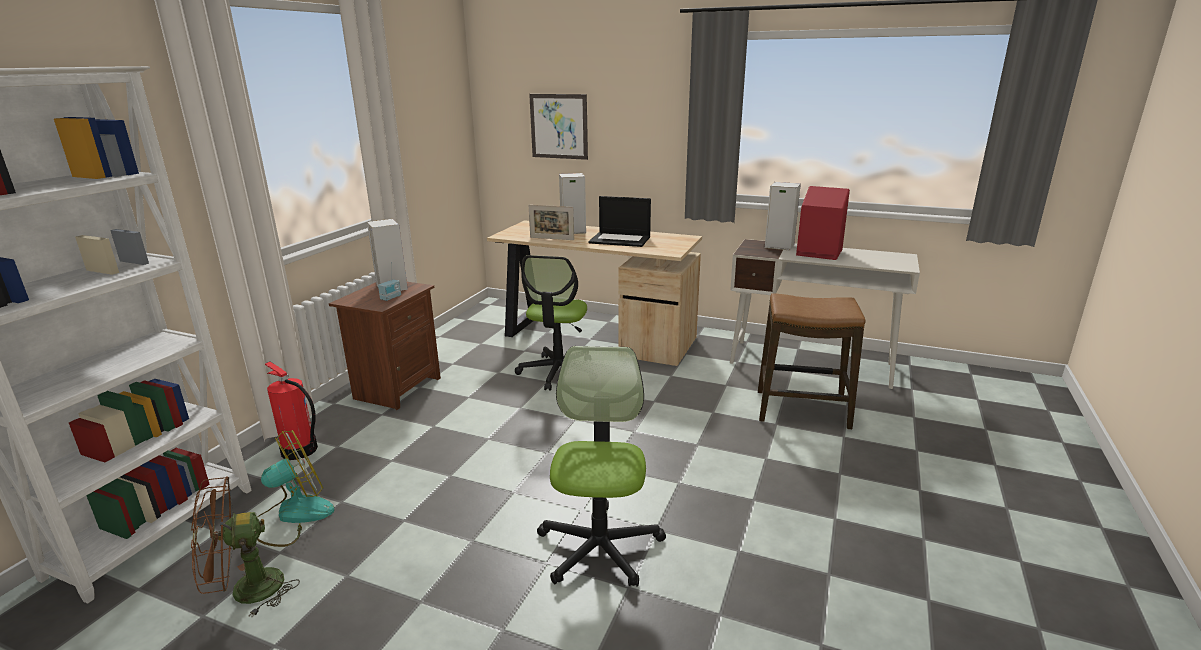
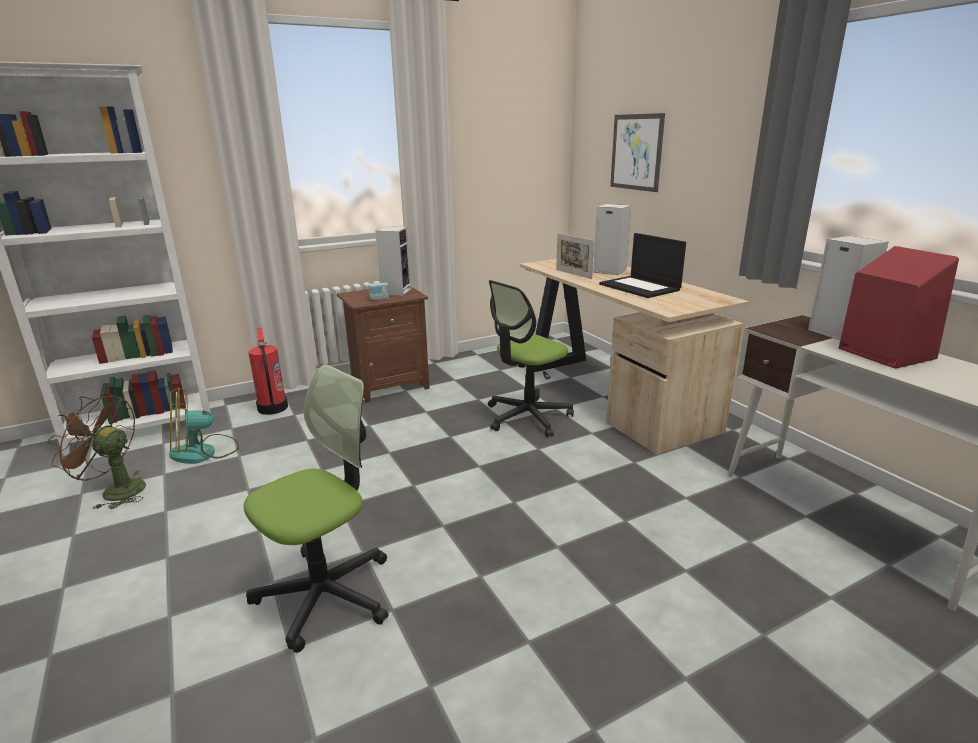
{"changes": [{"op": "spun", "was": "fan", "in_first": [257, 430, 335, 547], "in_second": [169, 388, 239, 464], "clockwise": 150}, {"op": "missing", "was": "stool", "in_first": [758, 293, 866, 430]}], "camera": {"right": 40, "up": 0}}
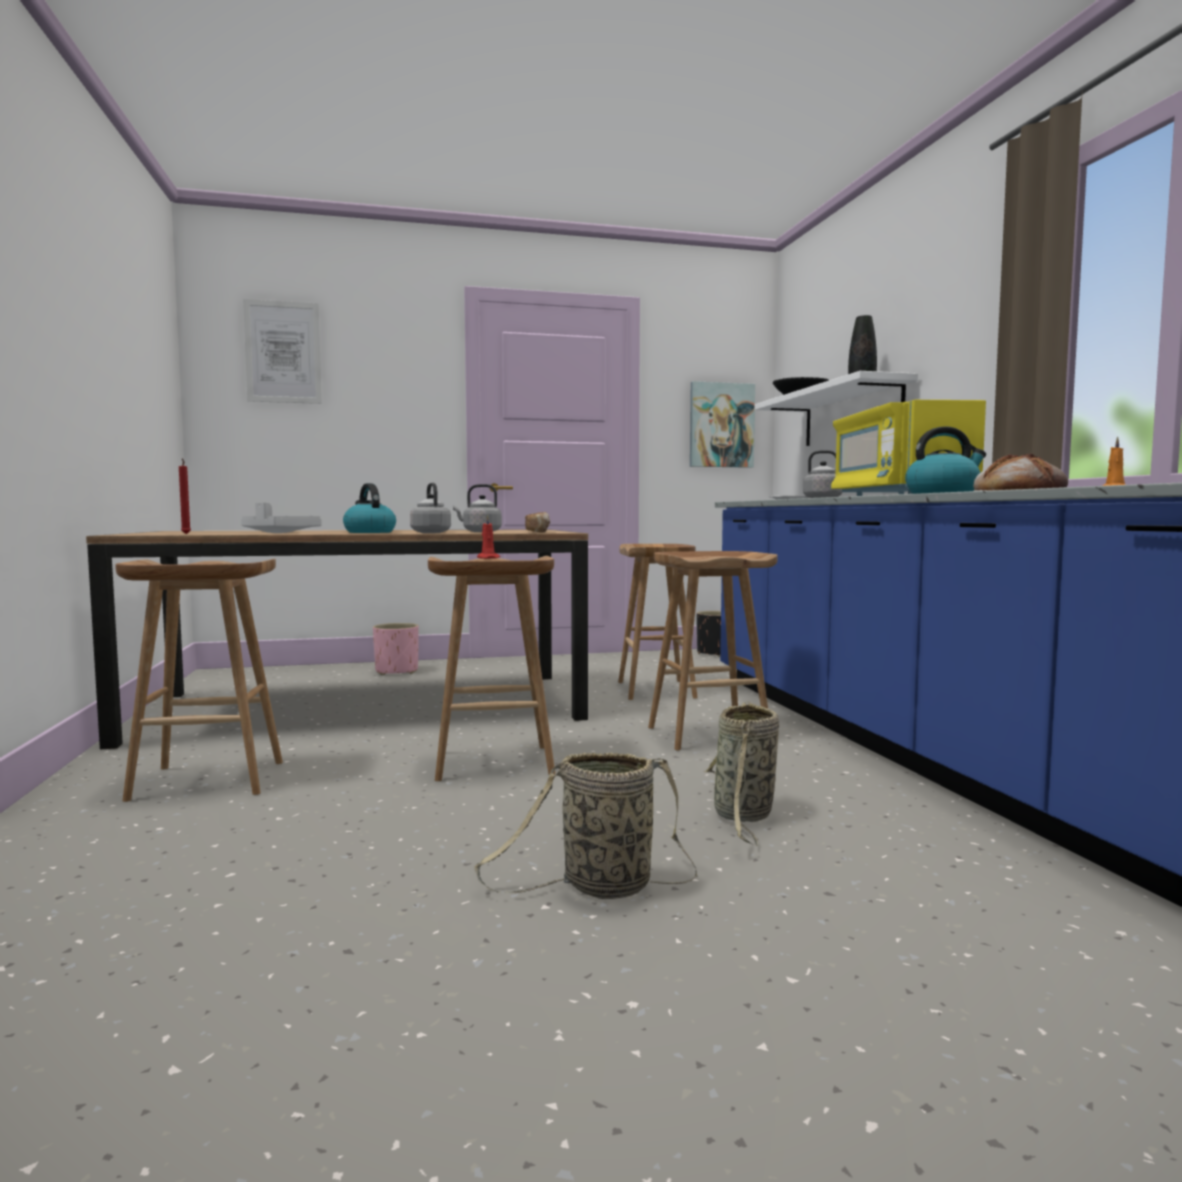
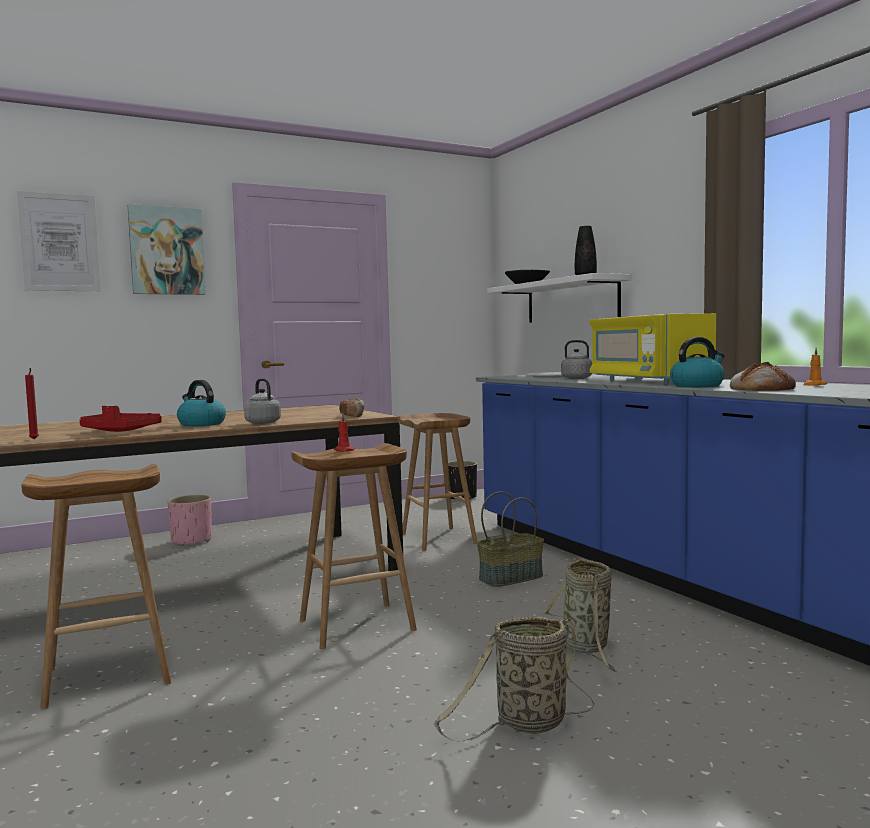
{"changes": [{"op": "colour", "was": "grey_tray", "now": "red_tray", "in_first": [241, 503, 322, 533], "in_second": [80, 406, 162, 432]}, {"op": "missing", "was": "grey_kettle", "in_first": [453, 484, 502, 532]}, {"op": "exchanged", "was": "brown_stool", "now": "basket", "in_first": [648, 551, 778, 750], "in_second": [477, 491, 544, 587]}, {"op": "relocated", "was": "picture", "in_first": [690, 381, 755, 468], "in_second": [128, 204, 206, 295]}], "camera": {"right": -15, "up": 0}}
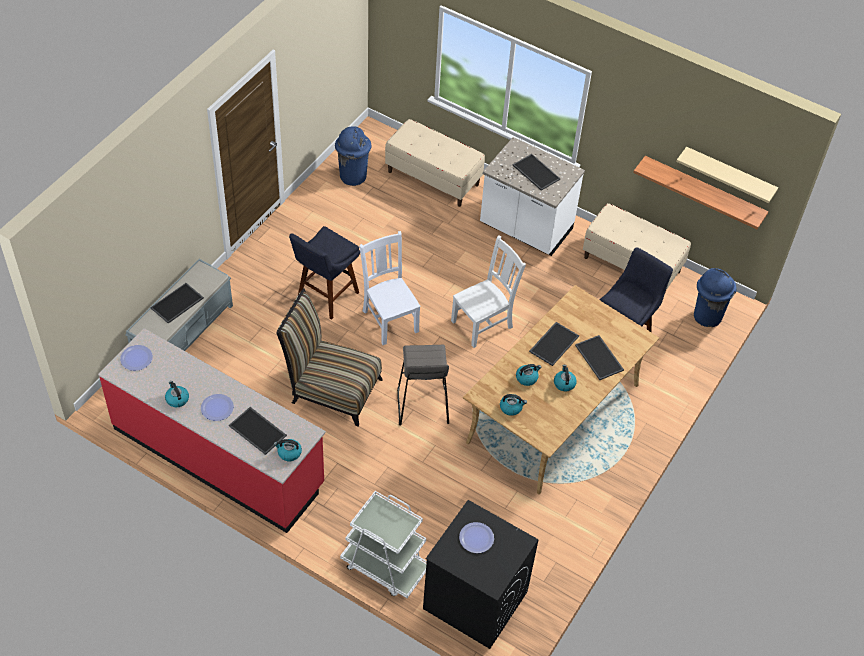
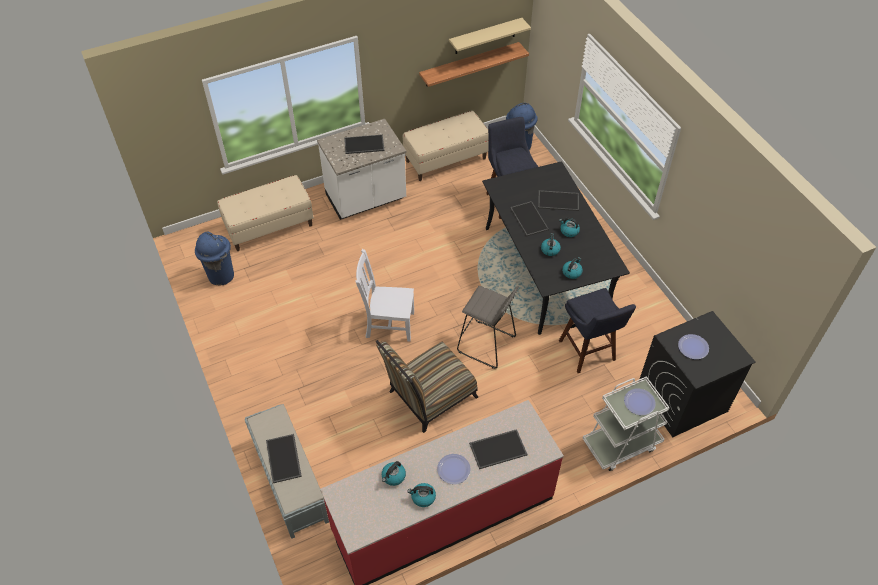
{"changes": [{"op": "relocated", "was": "plate", "in_first": [120, 345, 153, 371], "in_second": [624, 388, 656, 415]}, {"op": "relocated", "was": "kettle", "in_first": [274, 439, 302, 461], "in_second": [382, 461, 406, 486]}, {"op": "relocated", "was": "blue_stool", "in_first": [289, 226, 360, 320], "in_second": [559, 288, 636, 373]}, {"op": "missing", "was": "white_chair", "in_first": [451, 235, 526, 348]}, {"op": "colour", "was": "beige_dining_table", "now": "black_dining_table", "in_first": [463, 285, 659, 495], "in_second": [482, 161, 630, 335]}], "camera": {"right": -55, "up": 0}}
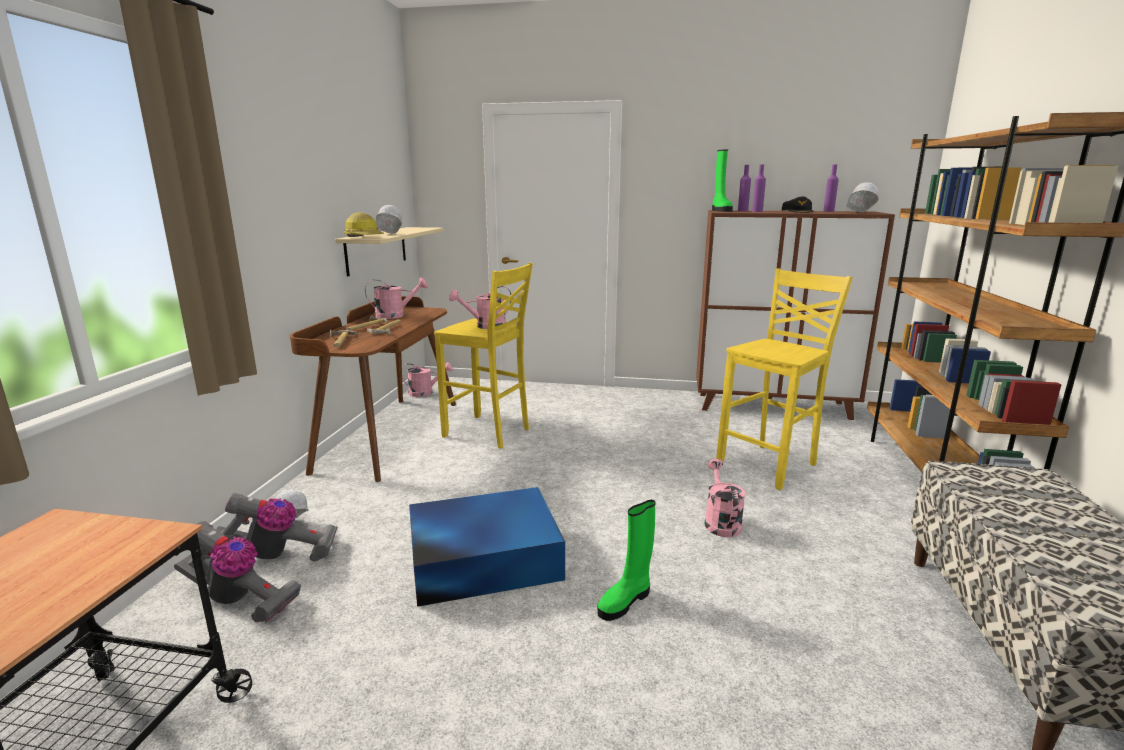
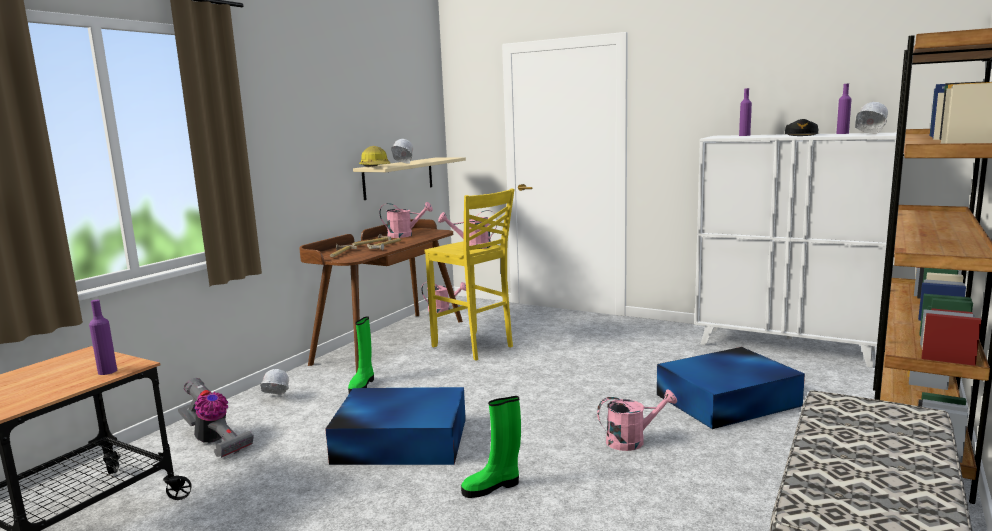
{"changes": [{"op": "missing", "was": "vacuum_cleaner", "in_first": [215, 493, 338, 561]}, {"op": "colour", "was": "brown_cabinet", "now": "white_cabinet", "in_first": [696, 210, 895, 420], "in_second": [695, 133, 897, 368]}, {"op": "spun", "was": "pink_watering_can", "in_first": [704, 459, 746, 537], "in_second": [597, 390, 677, 451], "clockwise": 60}, {"op": "relocated", "was": "green_boot", "in_first": [712, 149, 733, 212], "in_second": [348, 316, 374, 393]}, {"op": "exchanged", "was": "yellow_stool", "now": "blue_storage_box", "in_first": [716, 269, 853, 490], "in_second": [657, 347, 805, 429]}, {"op": "relocated", "was": "purple_bottle", "in_first": [752, 164, 766, 212], "in_second": [89, 300, 117, 375]}], "camera": {"right": 20, "up": -5}}
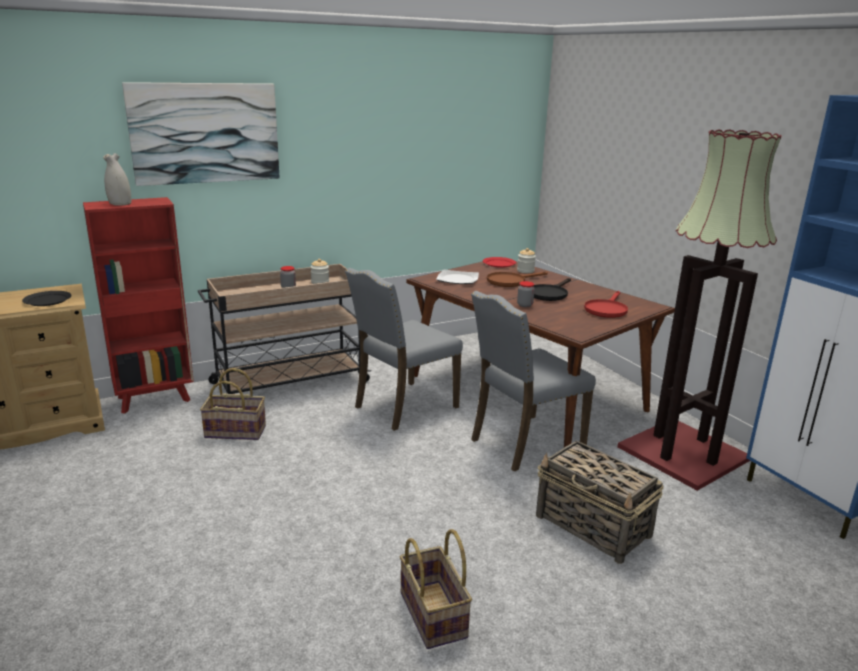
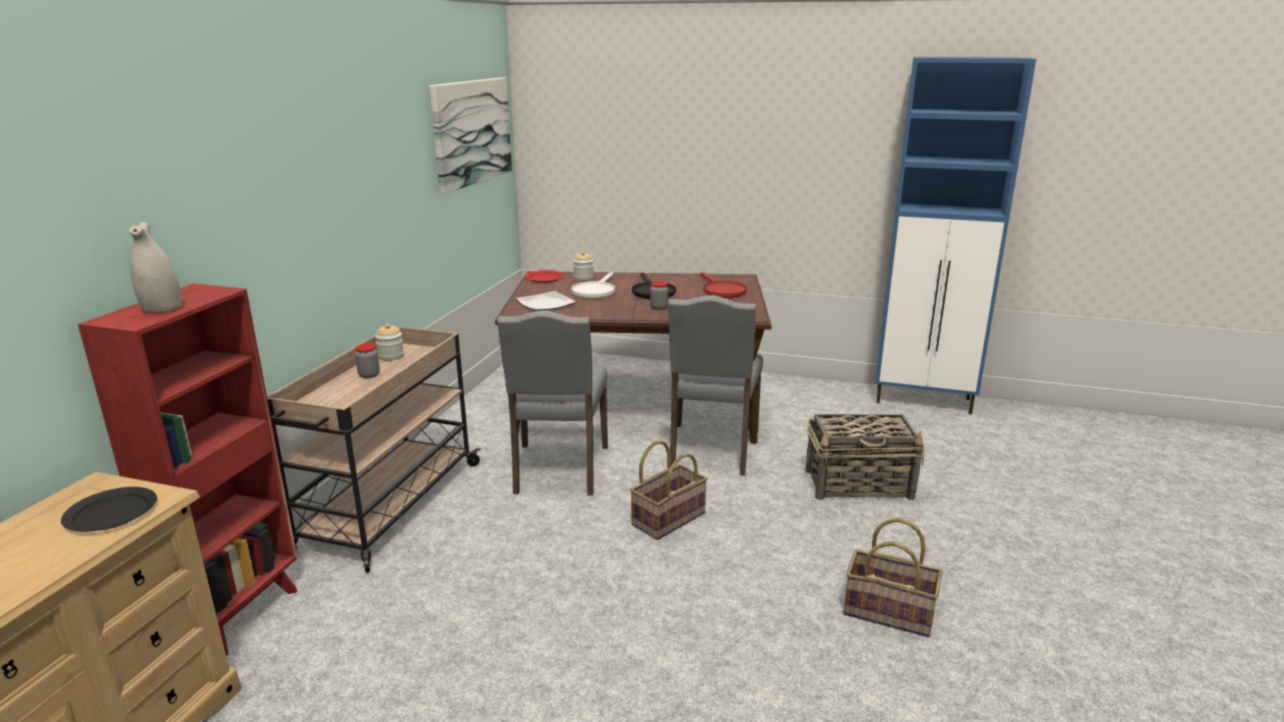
{"changes": [{"op": "relocated", "was": "picture", "in_first": [122, 82, 280, 186], "in_second": [430, 77, 512, 194]}, {"op": "relocated", "was": "basket", "in_first": [200, 368, 266, 440], "in_second": [630, 440, 708, 540]}, {"op": "colour", "was": "brown_frying_pan", "now": "white_frying_pan", "in_first": [487, 272, 548, 287], "in_second": [571, 272, 615, 299]}, {"op": "missing", "was": "floor_lamp", "in_first": [617, 129, 781, 491]}], "camera": {"right": -45, "up": 0}}
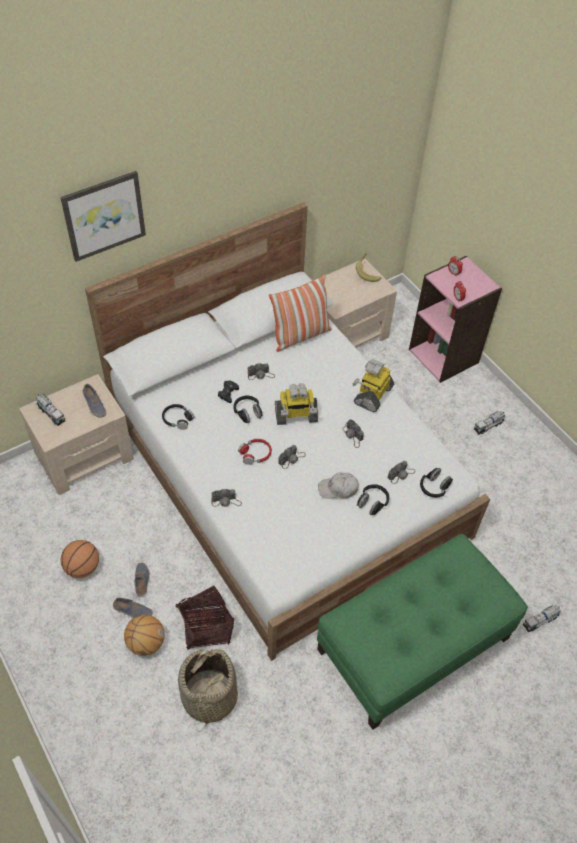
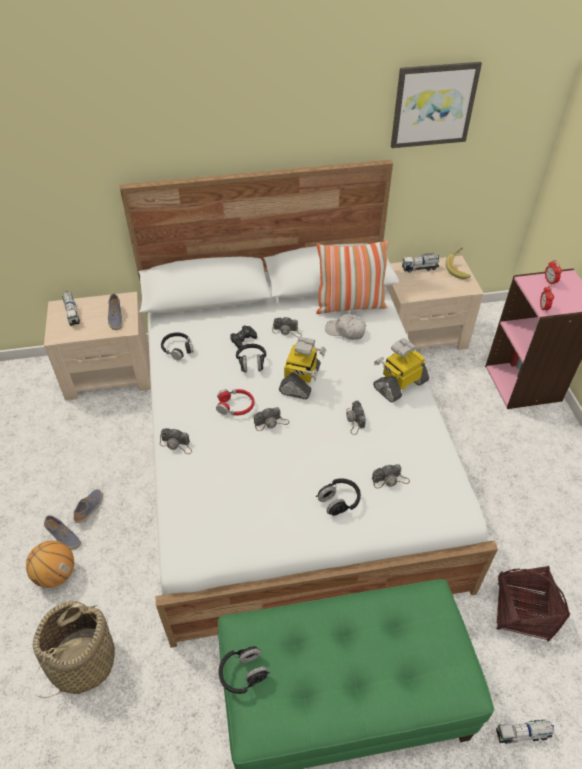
{"changes": [{"op": "relocated", "was": "picture", "in_first": [60, 171, 146, 262], "in_second": [391, 62, 482, 148]}, {"op": "missing", "was": "basketball", "in_first": [61, 540, 99, 578]}, {"op": "relocated", "was": "basket", "in_first": [176, 585, 234, 649], "in_second": [496, 565, 570, 642]}, {"op": "spun", "was": "toy_robot", "in_first": [275, 383, 318, 425], "in_second": [279, 337, 326, 399], "clockwise": -90}, {"op": "relocated", "was": "white_cap", "in_first": [318, 472, 358, 499], "in_second": [325, 313, 366, 340]}, {"op": "relocated", "was": "black_headphones", "in_first": [420, 468, 453, 498], "in_second": [218, 646, 270, 694]}, {"op": "relocated", "was": "toy_truck", "in_first": [474, 411, 505, 434], "in_second": [402, 253, 439, 273]}], "camera": {"right": 25, "up": -5}}
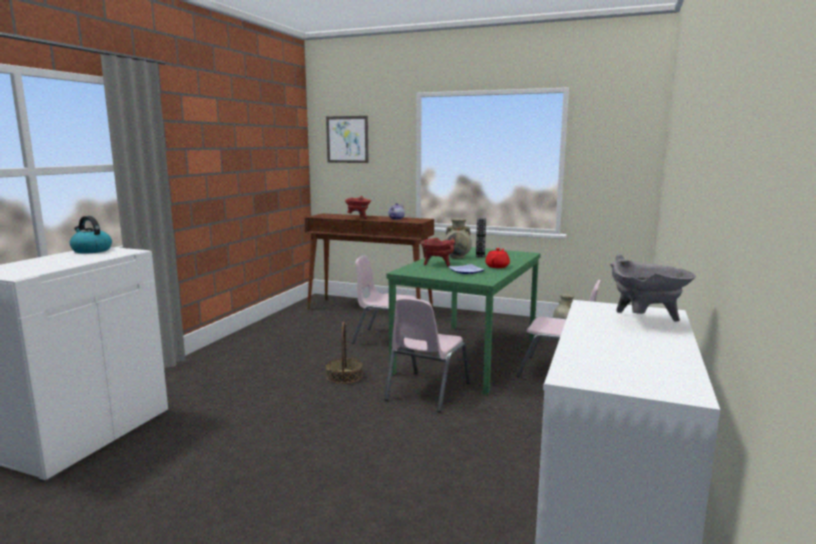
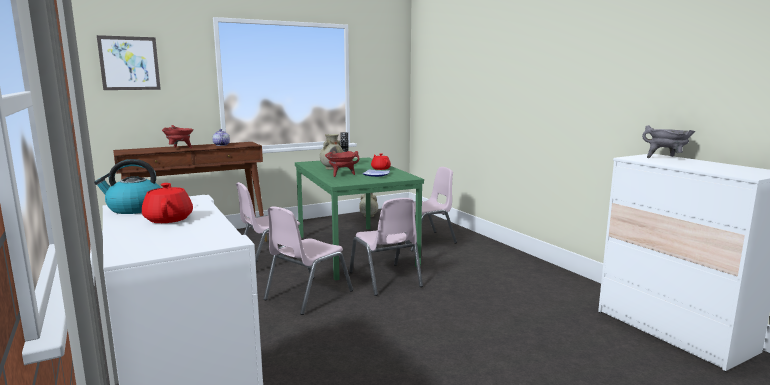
{"changes": [{"op": "exchanged", "was": "basket", "now": "pink_chair", "in_first": [326, 322, 363, 384], "in_second": [264, 206, 353, 315]}, {"op": "appeared", "now": "red_teapot", "in_second": [142, 183, 193, 223]}], "camera": {"right": -50, "up": 0}}
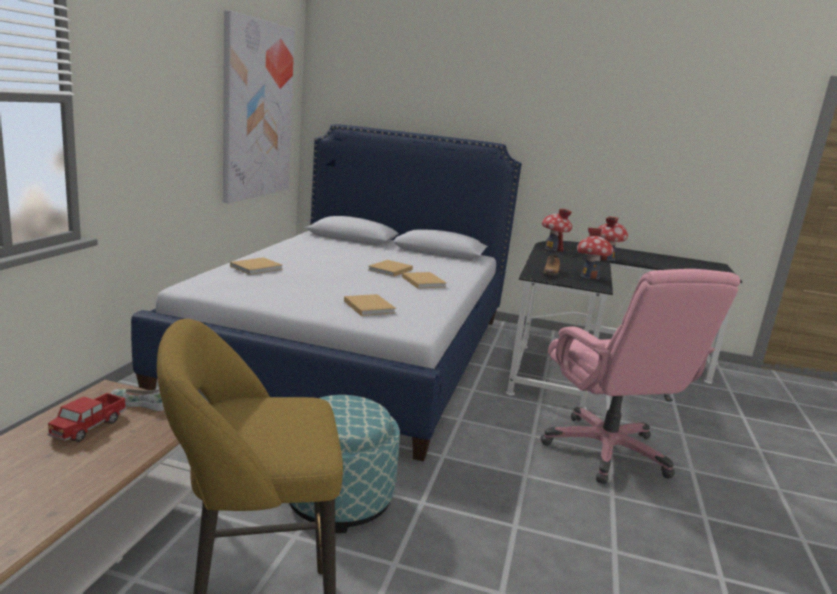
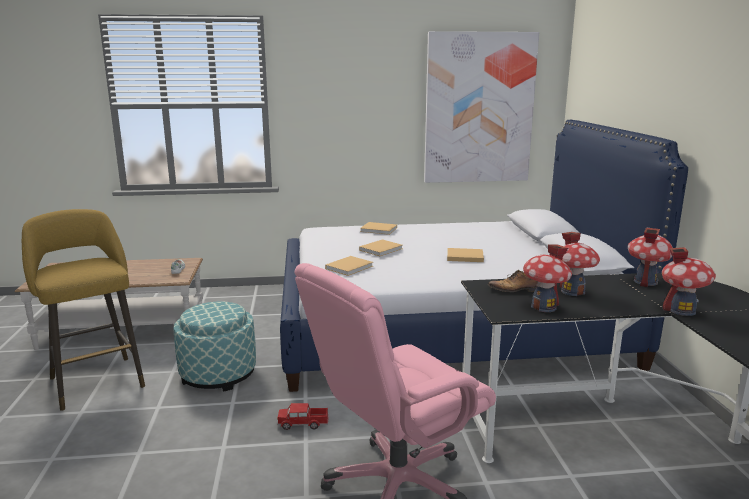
{"changes": [{"op": "relocated", "was": "toy_truck", "in_first": [47, 393, 127, 442], "in_second": [277, 403, 329, 430]}, {"op": "relocated", "was": "beige_book", "in_first": [402, 272, 446, 289], "in_second": [359, 239, 403, 256]}, {"op": "appeared", "now": "toy_house", "in_second": [559, 232, 600, 296]}], "camera": {"right": 70, "up": 0}}
